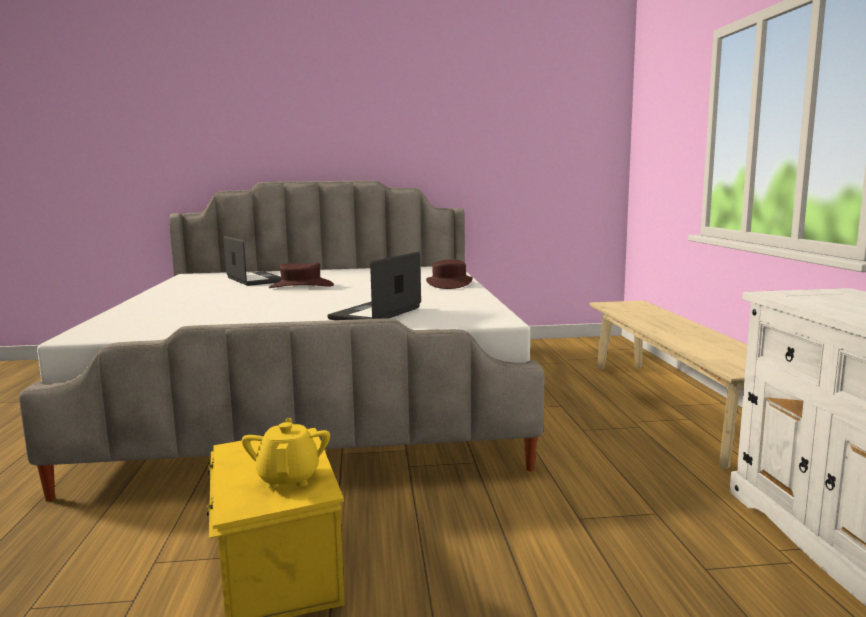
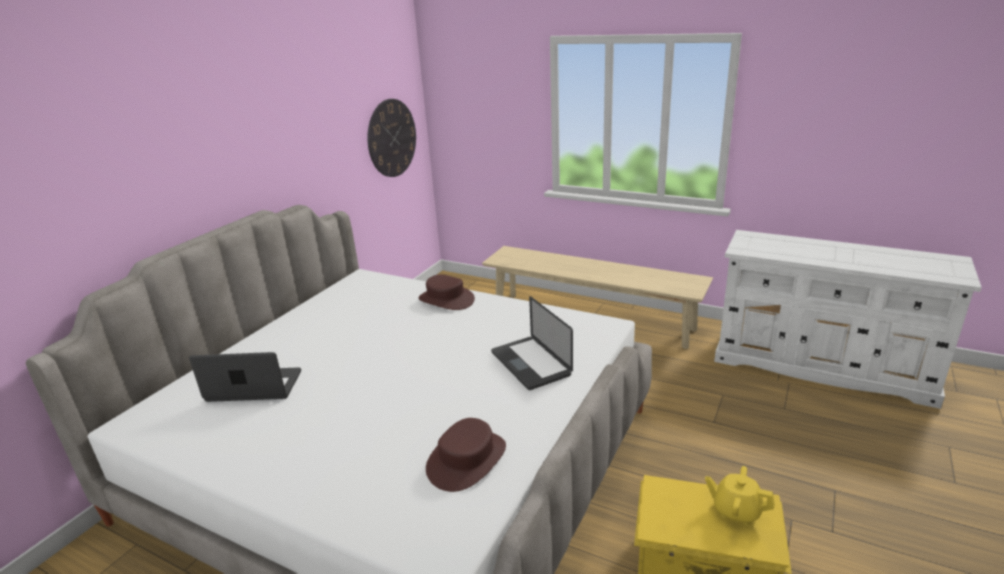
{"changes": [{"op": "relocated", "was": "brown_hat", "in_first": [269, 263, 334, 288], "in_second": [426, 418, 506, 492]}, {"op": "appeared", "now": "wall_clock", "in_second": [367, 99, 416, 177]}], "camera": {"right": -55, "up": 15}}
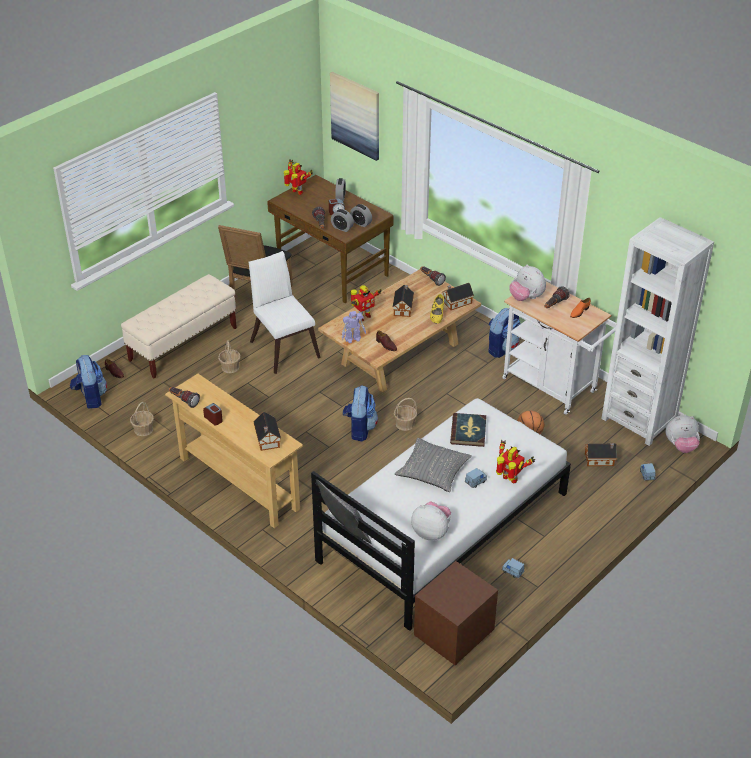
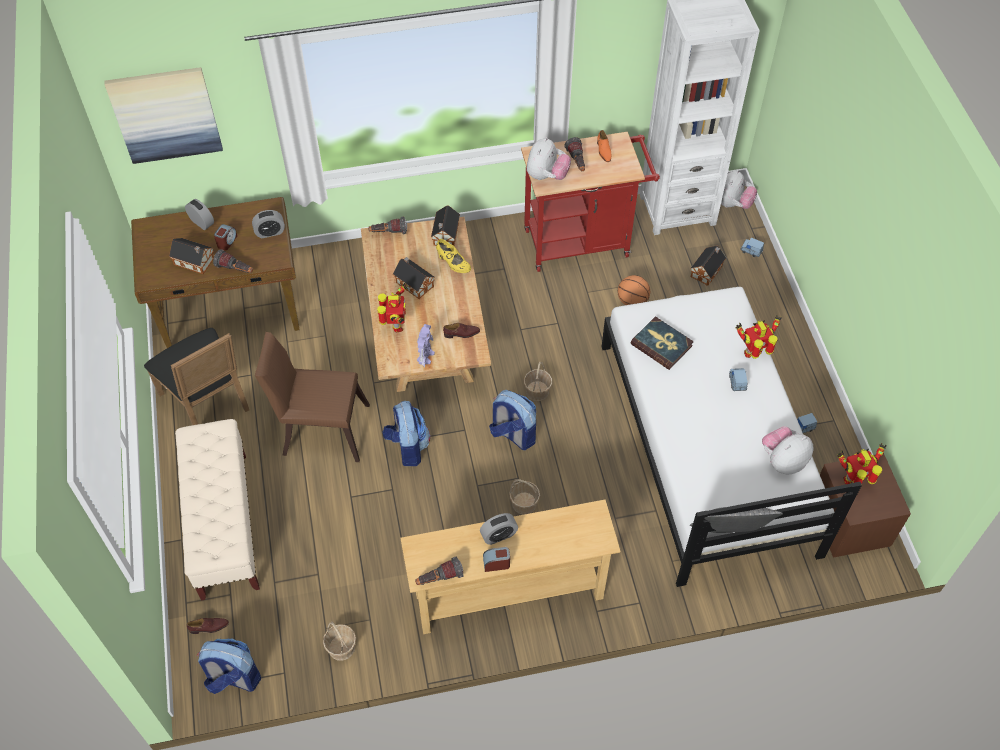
{"changes": [{"op": "relocated", "was": "basket", "in_first": [218, 340, 241, 373], "in_second": [509, 479, 540, 515]}, {"op": "colour", "was": "white_chair", "now": "brown_chair", "in_first": [249, 251, 321, 374], "in_second": [255, 332, 370, 462]}, {"op": "relocated", "was": "toy_house", "in_first": [253, 412, 281, 451], "in_second": [169, 238, 214, 274]}, {"op": "relocated", "was": "toy_robot", "in_first": [284, 159, 313, 195], "in_second": [837, 443, 887, 484]}, {"op": "relocated", "was": "alarm_clock", "in_first": [331, 209, 354, 232], "in_second": [480, 513, 518, 545]}, {"op": "missing", "was": "grey_pillow", "in_first": [395, 438, 472, 492]}, {"op": "relocated", "was": "backpack", "in_first": [489, 308, 520, 358], "in_second": [383, 401, 430, 466]}, {"op": "colour", "was": "white_cart", "now": "red_cart", "in_first": [502, 282, 616, 415], "in_second": [521, 132, 660, 272]}, {"op": "spun", "was": "plush_toy", "in_first": [509, 265, 546, 301], "in_second": [527, 137, 571, 180], "clockwise": -60}], "camera": {"right": -55, "up": 15}}
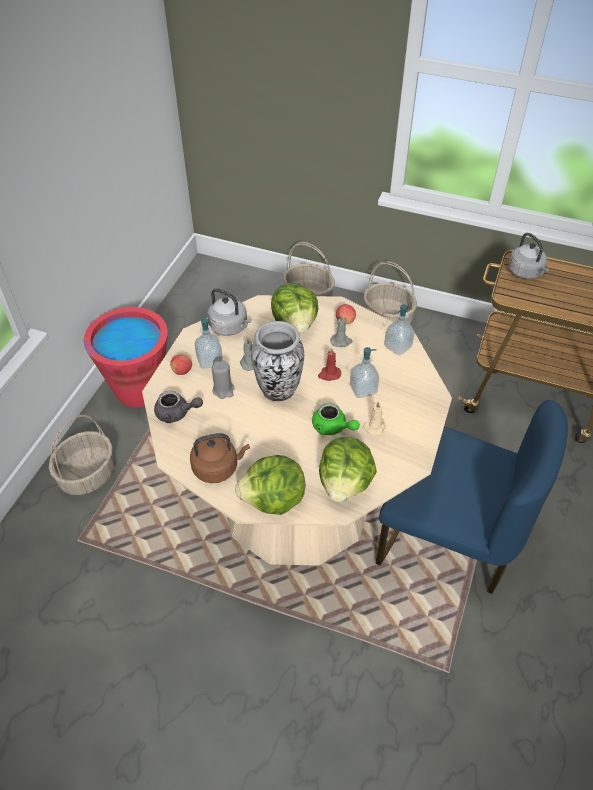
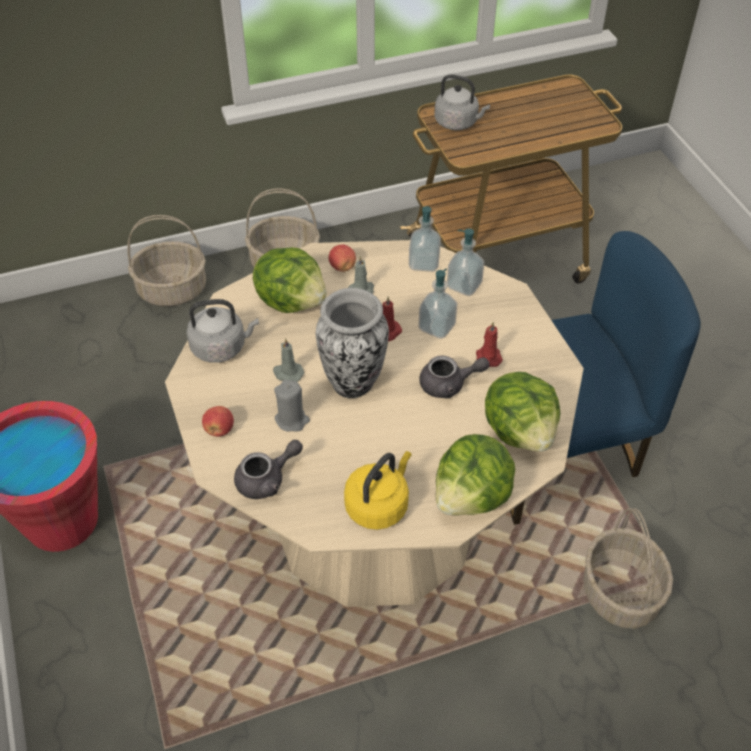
{"changes": [{"op": "relocated", "was": "basket", "in_first": [49, 415, 114, 495], "in_second": [583, 508, 673, 628]}, {"op": "colour", "was": "brown_kettle", "now": "yellow_kettle", "in_first": [190, 433, 250, 483], "in_second": [344, 451, 411, 530]}, {"op": "relocated", "was": "soap_dispenser", "in_first": [195, 317, 223, 369], "in_second": [447, 228, 484, 296]}, {"op": "colour", "was": "green_teapot", "now": "grey_teapot", "in_first": [312, 403, 360, 435], "in_second": [419, 355, 490, 399]}, {"op": "colour", "was": "beige_candle", "now": "red_candle", "in_first": [364, 401, 386, 436], "in_second": [476, 322, 503, 367]}], "camera": {"right": -40, "up": 0}}
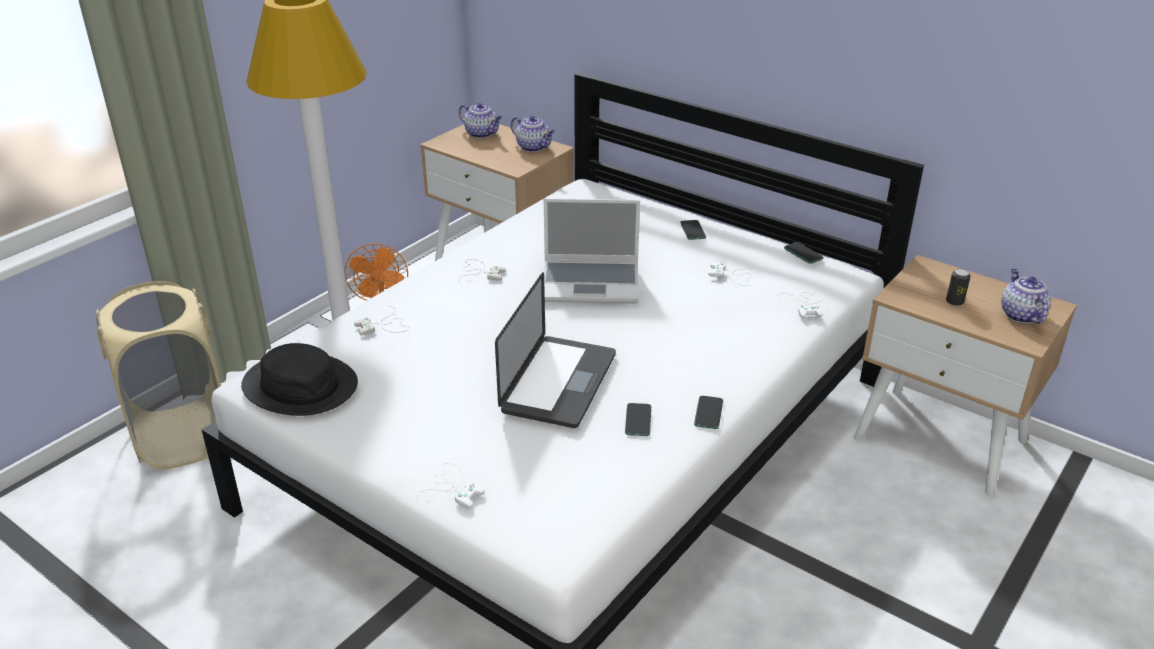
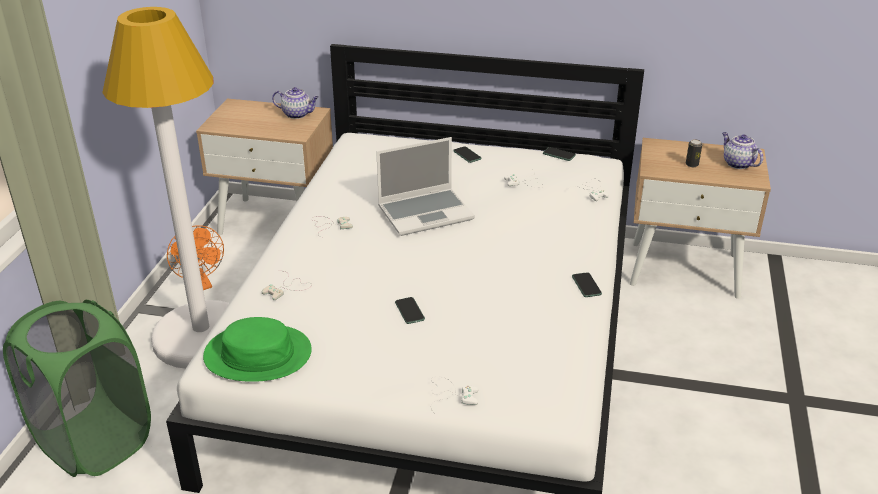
{"changes": [{"op": "colour", "was": "beige_laundry_basket", "now": "green_laundry_basket", "in_first": [96, 281, 221, 469], "in_second": [3, 300, 151, 477]}, {"op": "colour", "was": "black_hat", "now": "green_hat", "in_first": [241, 343, 358, 416], "in_second": [203, 317, 312, 382]}, {"op": "missing", "was": "teapot", "in_first": [459, 103, 502, 138]}, {"op": "missing", "was": "laptop", "in_first": [495, 272, 616, 428]}, {"op": "relocated", "was": "phone", "in_first": [625, 403, 651, 436], "in_second": [395, 297, 425, 324]}], "camera": {"right": -25, "up": 0}}
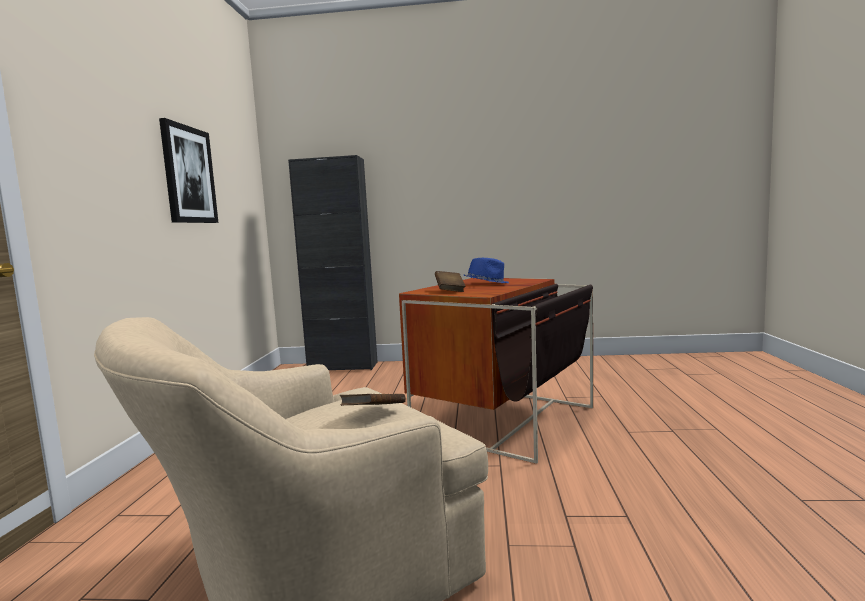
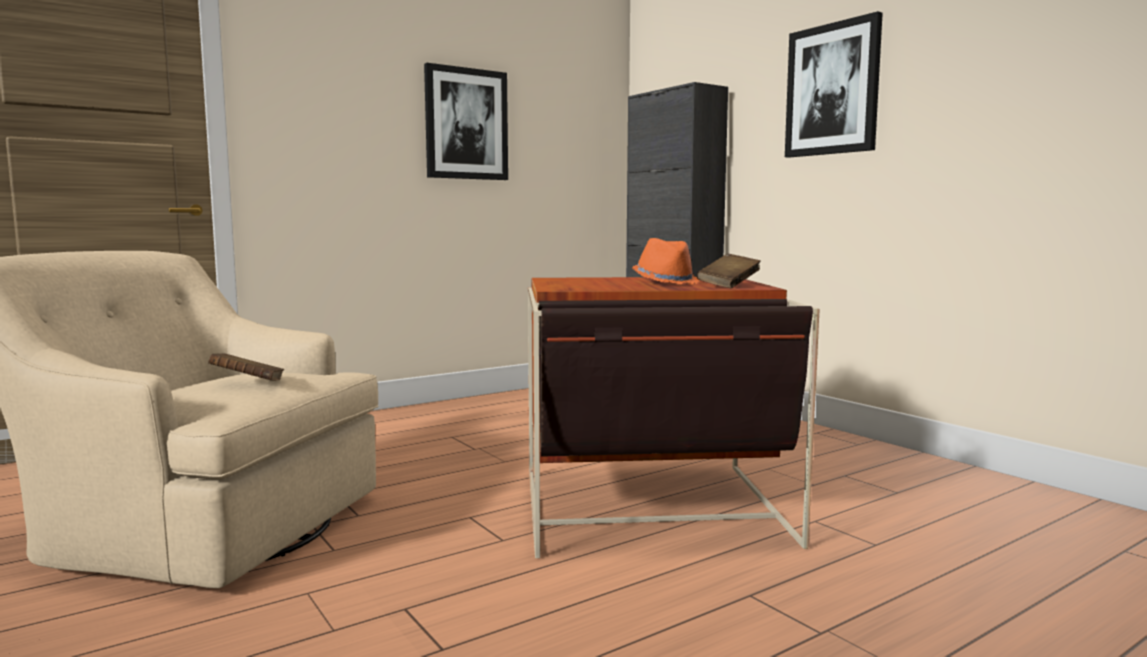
{"changes": [{"op": "relocated", "was": "brown_book", "in_first": [435, 271, 465, 292], "in_second": [697, 254, 761, 288]}, {"op": "colour", "was": "blue_hat", "now": "orange_hat", "in_first": [464, 258, 509, 283], "in_second": [632, 238, 700, 285]}, {"op": "appeared", "now": "picture", "in_second": [785, 11, 883, 158]}], "camera": {"right": 50, "up": 0}}
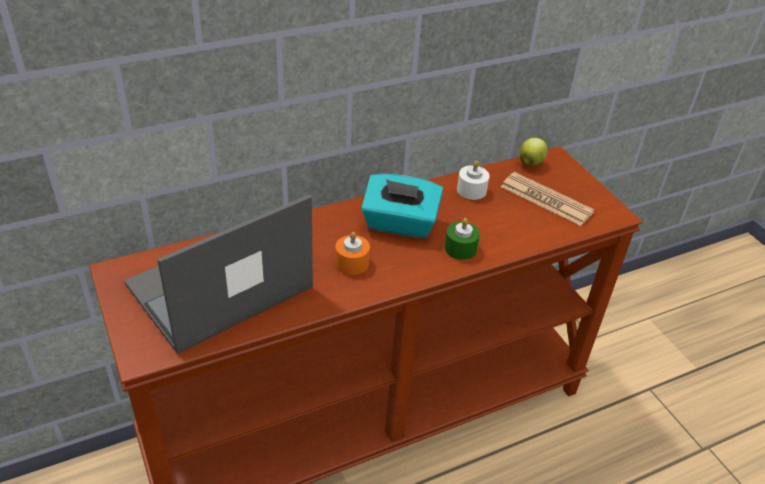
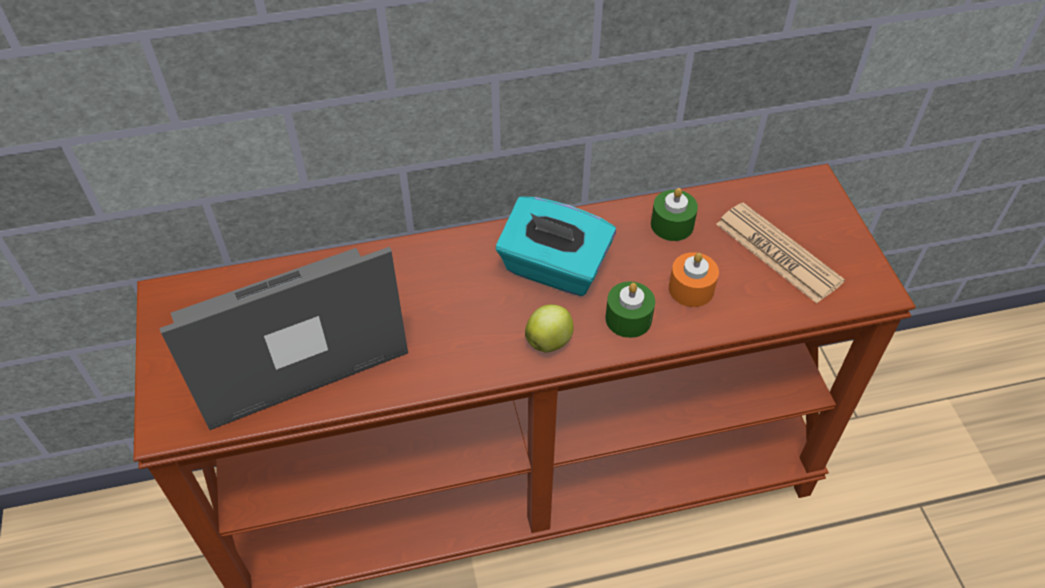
{"changes": [{"op": "relocated", "was": "orange_candle", "in_first": [335, 232, 370, 275], "in_second": [669, 252, 719, 307]}, {"op": "colour", "was": "white_candle", "now": "green_candle", "in_first": [457, 161, 490, 200], "in_second": [651, 188, 698, 241]}, {"op": "relocated", "was": "apple", "in_first": [519, 138, 548, 166], "in_second": [525, 304, 574, 353]}], "camera": {"right": 15, "up": 10}}
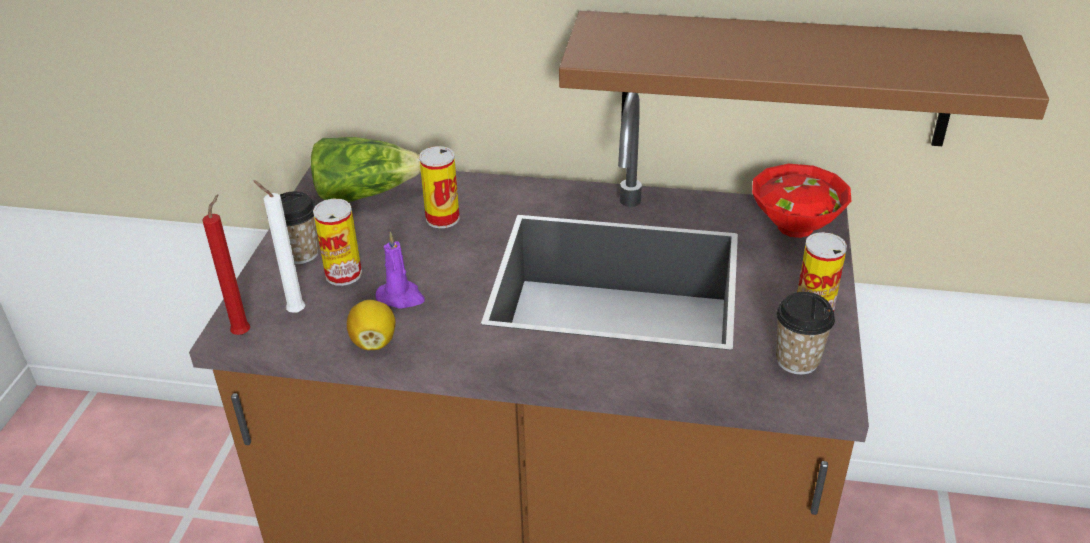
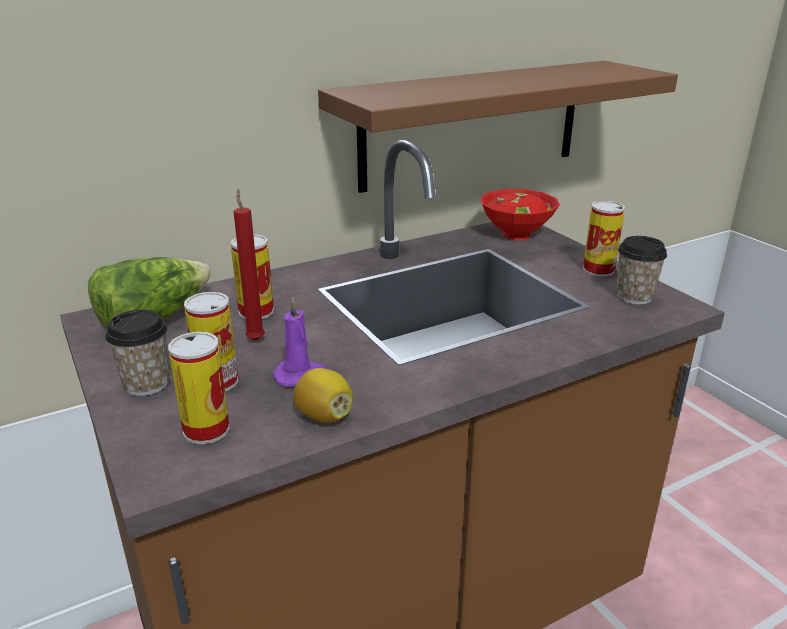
{"changes": [{"op": "relocated", "was": "red_candle", "in_first": [202, 194, 250, 335], "in_second": [234, 189, 265, 341]}, {"op": "exchanged", "was": "white_candle", "now": "can", "in_first": [253, 180, 305, 313], "in_second": [168, 332, 230, 444]}], "camera": {"right": -40, "up": -10}}
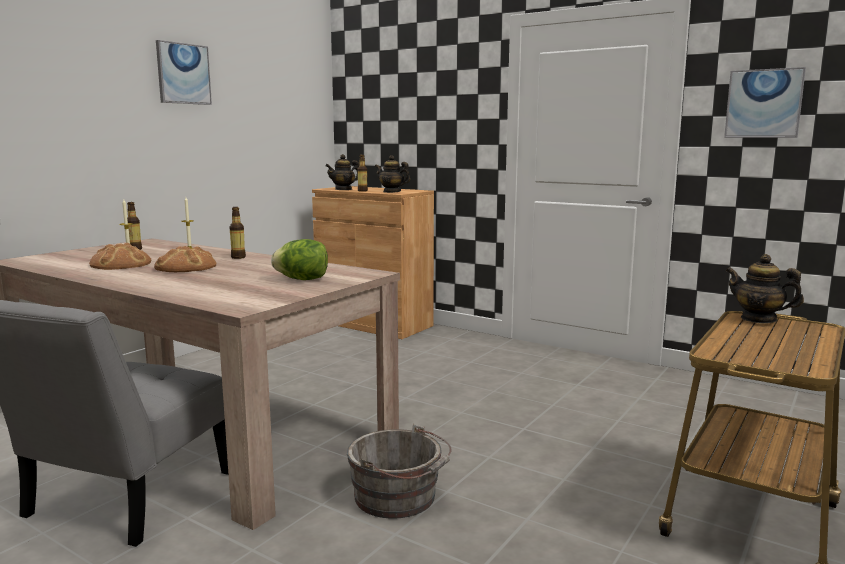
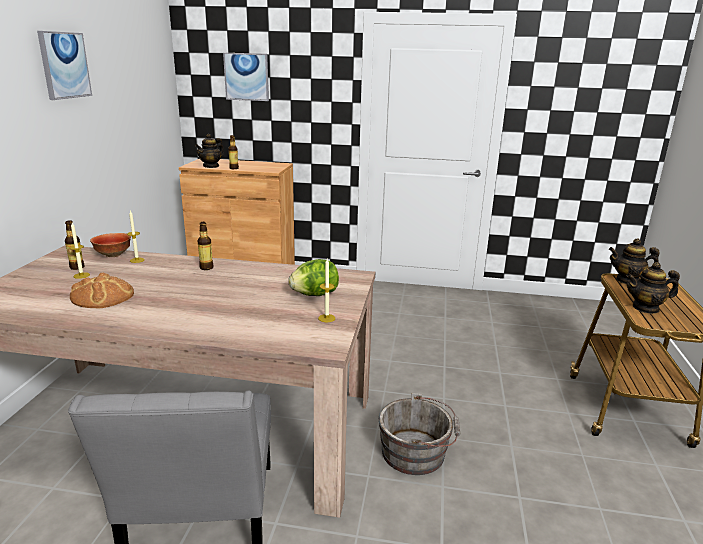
{"changes": [{"op": "missing", "was": "bread", "in_first": [154, 246, 216, 272]}, {"op": "relocated", "was": "teapot", "in_first": [375, 155, 410, 193], "in_second": [626, 262, 680, 314]}, {"op": "relocated", "was": "picture", "in_first": [724, 67, 806, 138], "in_second": [223, 53, 269, 101]}, {"op": "appeared", "now": "bowl", "in_second": [90, 233, 131, 257]}, {"op": "appeared", "now": "candle", "in_second": [318, 259, 335, 322]}], "camera": {"right": -25, "up": 10}}
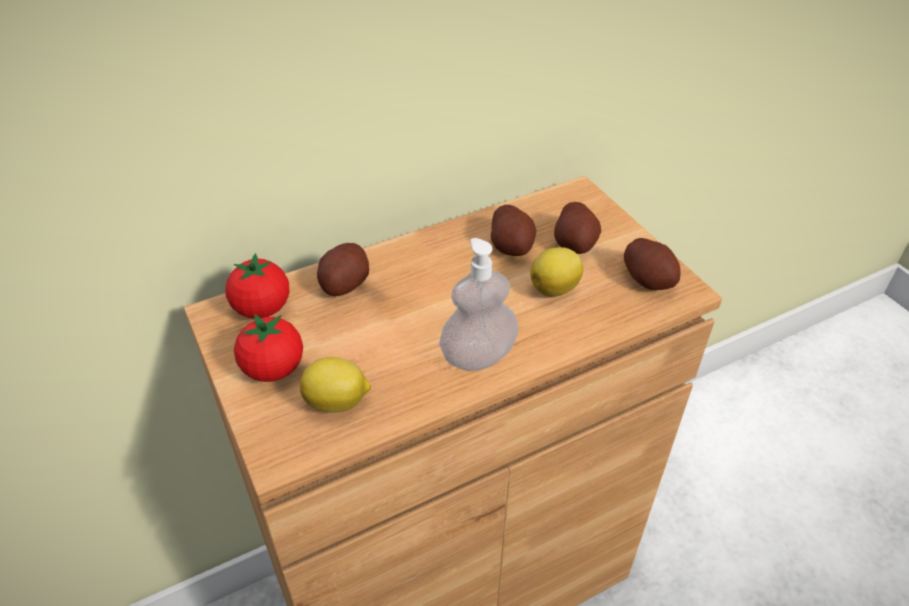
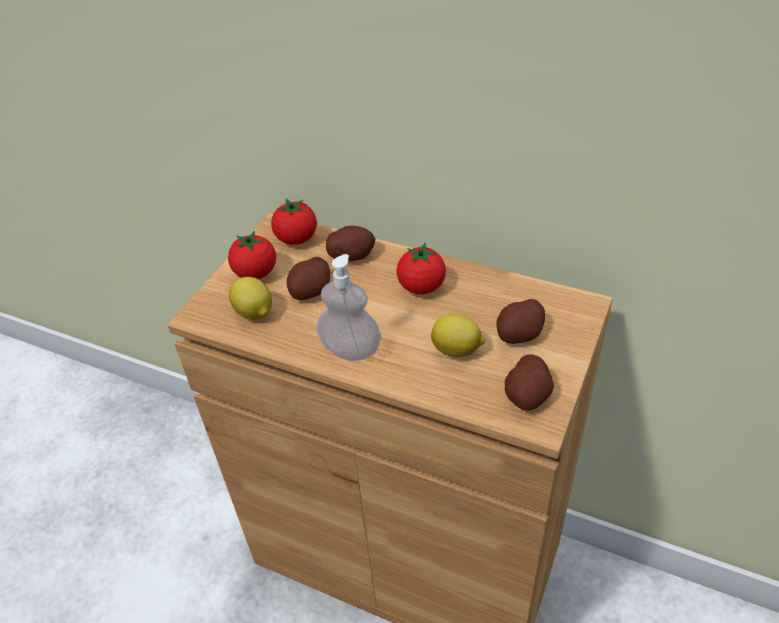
{"changes": [{"op": "relocated", "was": "potato", "in_first": [491, 205, 536, 256], "in_second": [287, 257, 330, 300]}, {"op": "appeared", "now": "tomato", "in_second": [396, 243, 446, 294]}], "camera": {"right": 55, "up": 0}}
